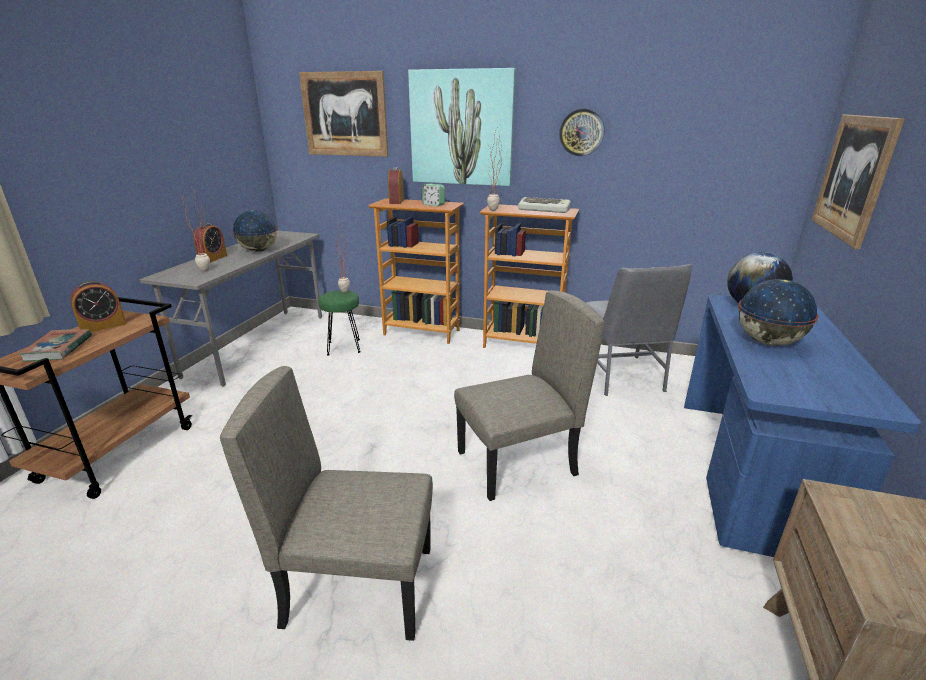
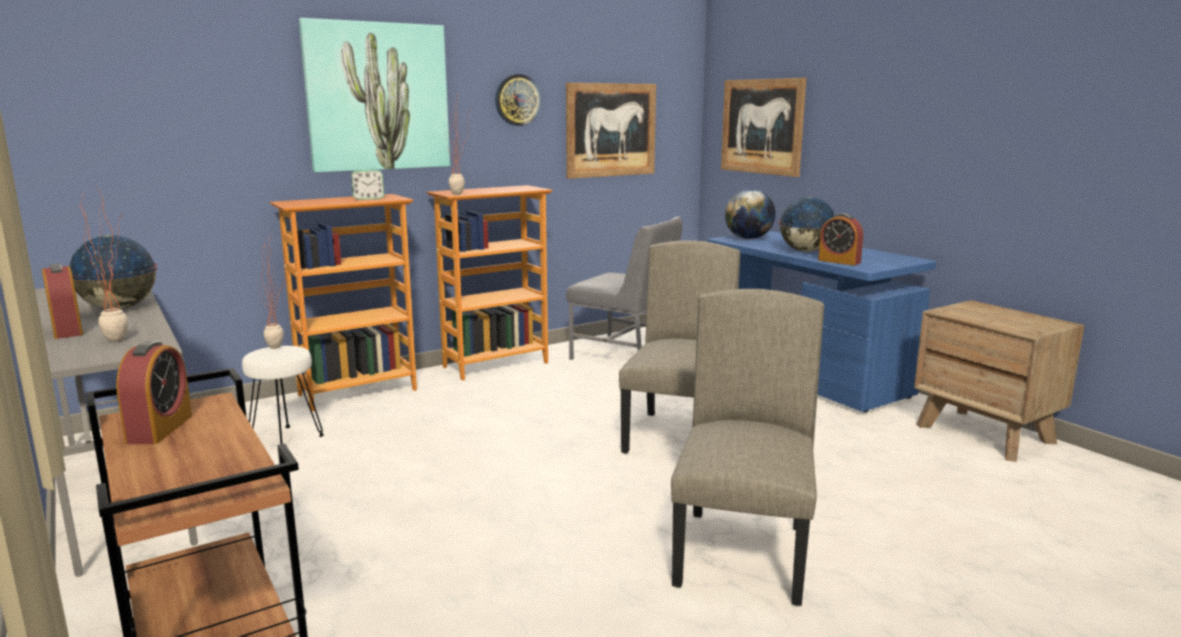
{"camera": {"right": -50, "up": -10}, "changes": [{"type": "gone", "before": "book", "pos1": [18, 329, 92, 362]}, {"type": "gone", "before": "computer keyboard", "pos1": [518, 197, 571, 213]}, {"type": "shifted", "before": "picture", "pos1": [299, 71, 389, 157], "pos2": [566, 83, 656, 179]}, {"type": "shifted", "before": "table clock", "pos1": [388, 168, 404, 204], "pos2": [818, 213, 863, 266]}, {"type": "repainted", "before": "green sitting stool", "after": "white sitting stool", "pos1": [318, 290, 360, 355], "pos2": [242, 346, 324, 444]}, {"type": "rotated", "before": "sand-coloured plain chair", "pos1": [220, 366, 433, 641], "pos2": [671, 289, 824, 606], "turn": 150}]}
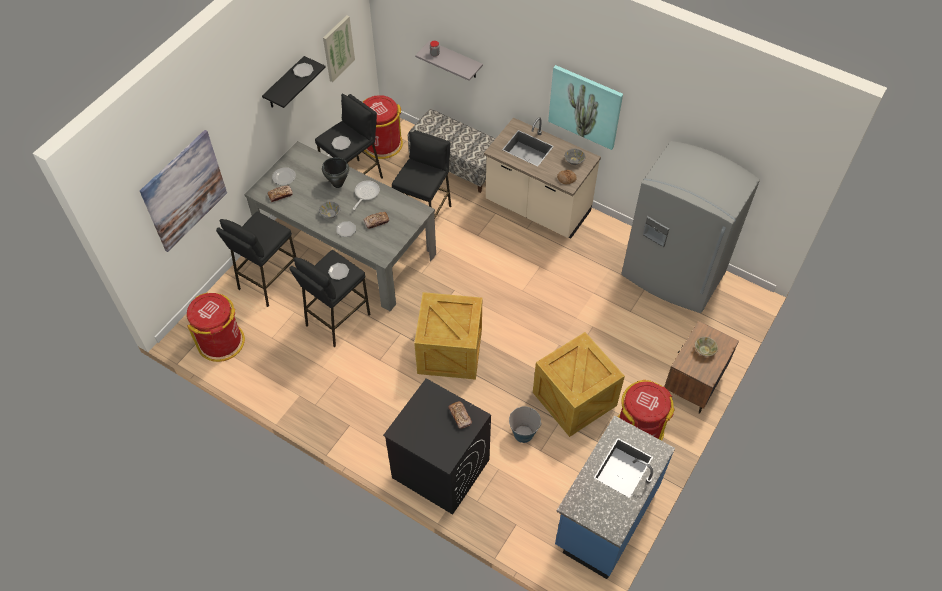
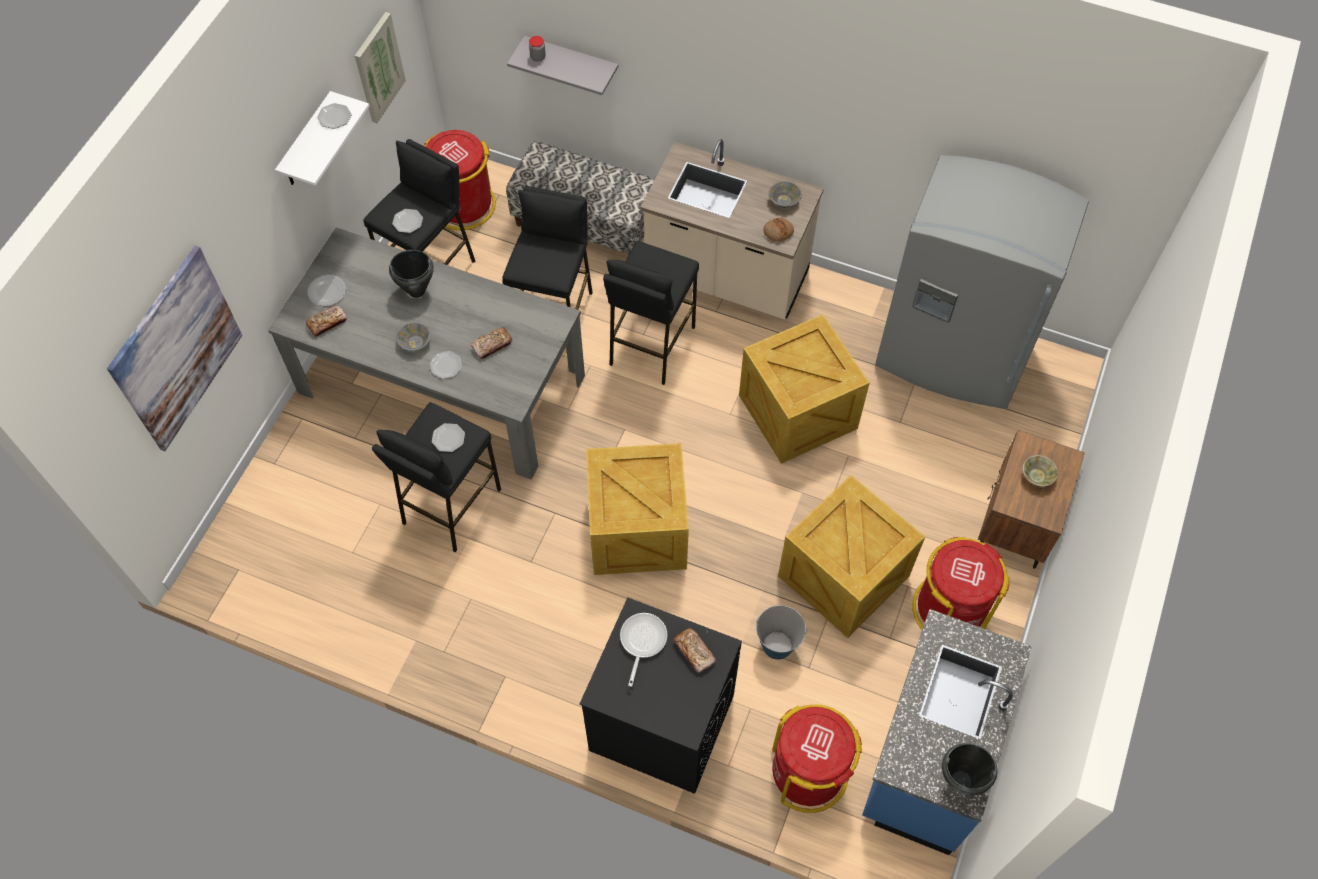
{"camera": {"right": -10, "up": 5}, "changes": [{"type": "gone", "before": "picture", "pos1": [548, 65, 623, 150]}, {"type": "new", "after": "shipping crate", "pos2": [739, 314, 870, 464]}, {"type": "new", "after": "black-coloured cooking pot", "pos2": [942, 743, 997, 795]}, {"type": "shifted", "before": "reddish rubbish bin", "pos1": [187, 292, 245, 362], "pos2": [772, 704, 862, 813]}, {"type": "shifted", "before": "black-coloured sitting stool", "pos1": [216, 211, 296, 307], "pos2": [603, 241, 699, 385]}, {"type": "shifted", "before": "skillet", "pos1": [353, 180, 380, 210], "pos2": [620, 613, 667, 687]}, {"type": "repainted", "before": "black-coloured bracket shelf", "after": "white bracket shelf", "pos1": [262, 56, 326, 108], "pos2": [275, 91, 370, 186]}]}
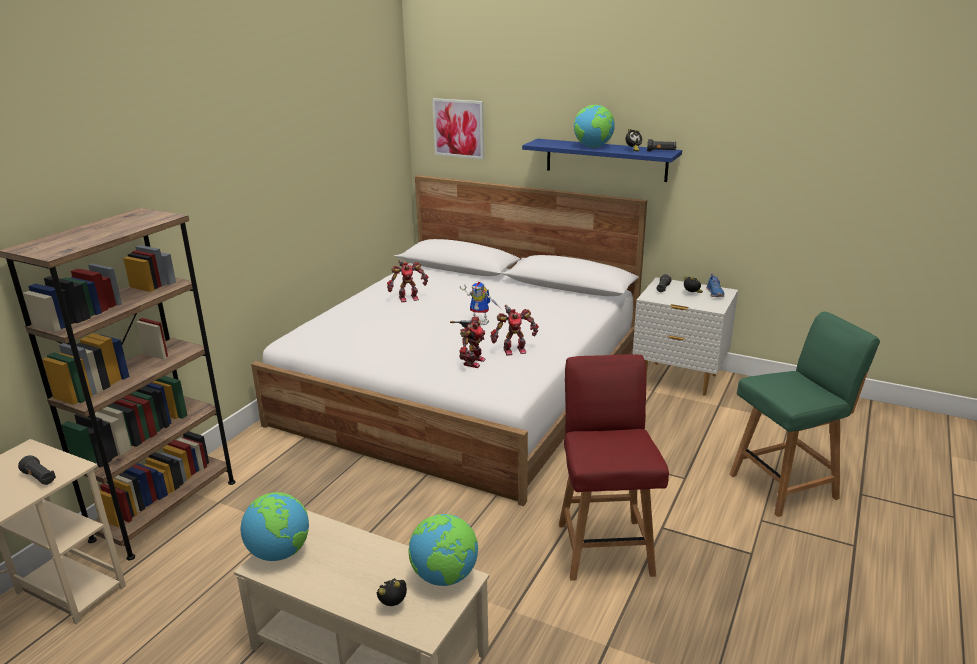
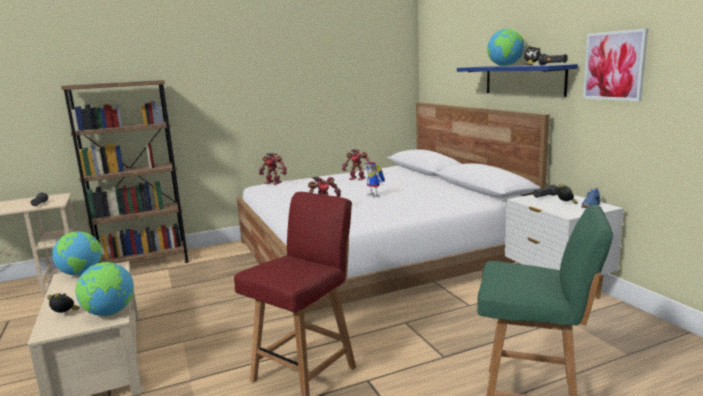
{"camera": {"right": 40, "up": -10}, "changes": [{"type": "shifted", "before": "picture", "pos1": [432, 98, 484, 159], "pos2": [583, 28, 648, 101]}, {"type": "shifted", "before": "model robot", "pos1": [491, 305, 539, 356], "pos2": [259, 153, 287, 185]}]}
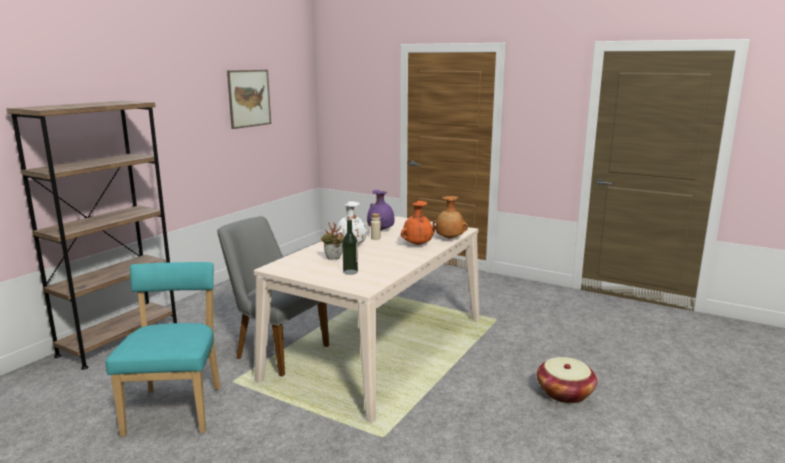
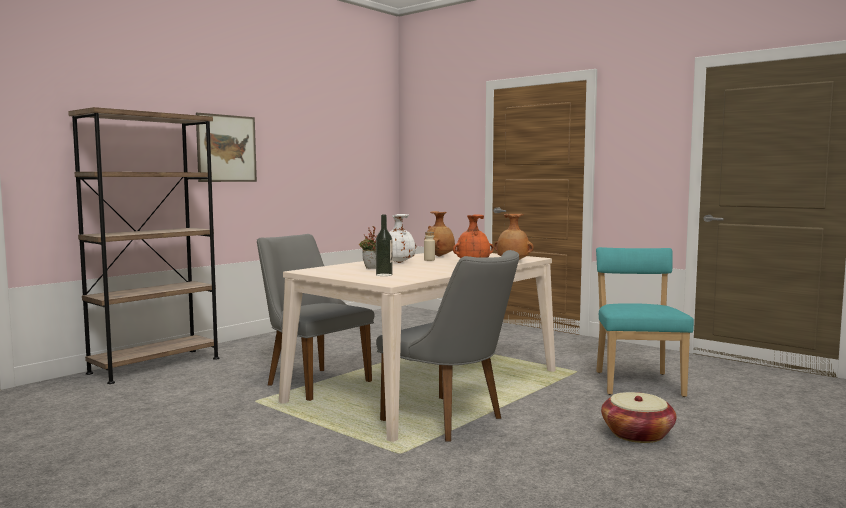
{"camera": {"right": 10, "up": -10}, "changes": [{"type": "new", "after": "grey plain chair", "pos2": [376, 250, 519, 441]}, {"type": "shifted", "before": "turquoise plain chair", "pos1": [105, 262, 221, 437], "pos2": [596, 247, 694, 397]}, {"type": "shifted", "before": "picture", "pos1": [227, 70, 271, 129], "pos2": [196, 113, 257, 182]}, {"type": "repainted", "before": "purple vase", "after": "brown-coloured vase", "pos1": [367, 190, 395, 230], "pos2": [425, 211, 455, 257]}]}
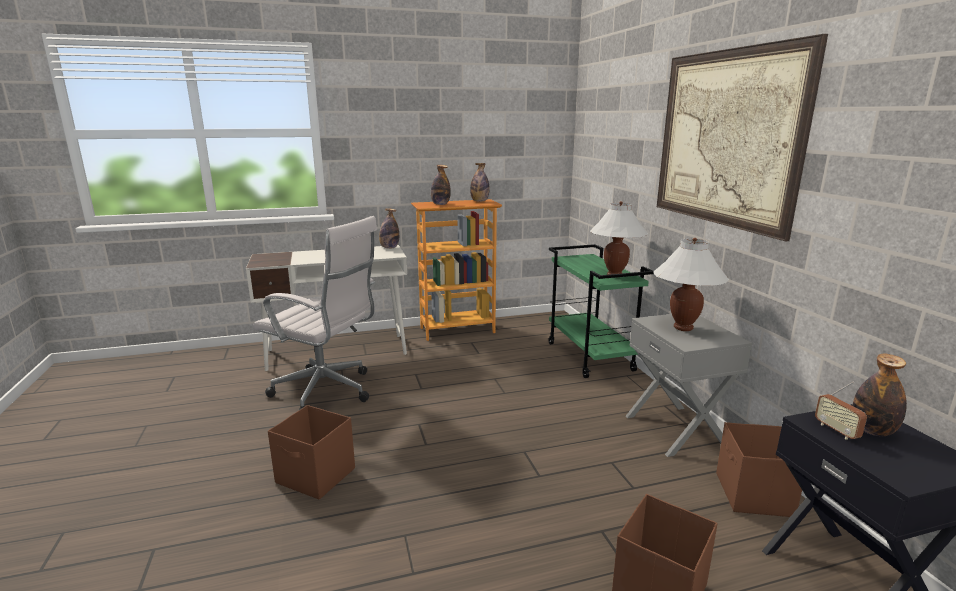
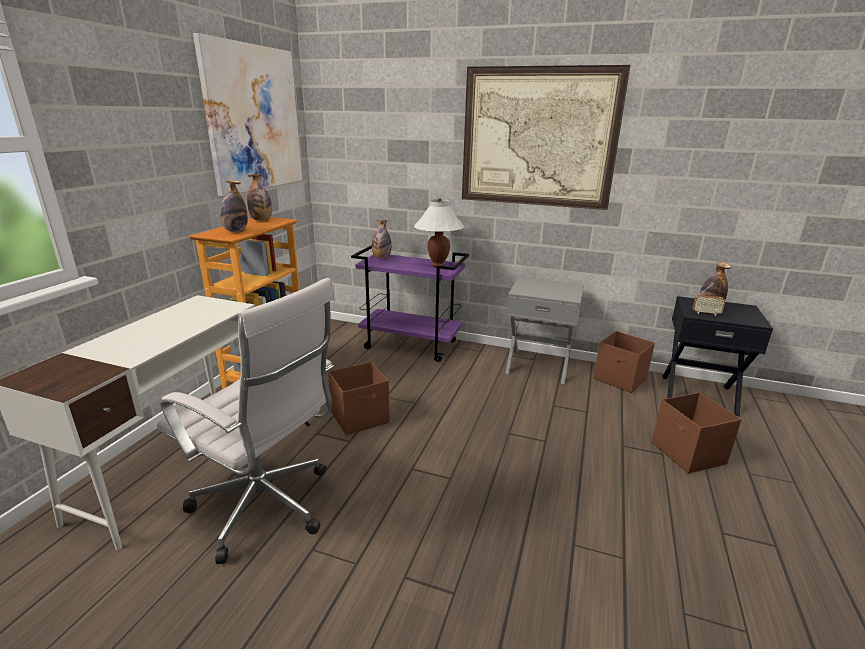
{"camera": {"right": -55, "up": 5}, "changes": [{"type": "gone", "before": "white lamp for a table", "pos1": [653, 238, 729, 331]}, {"type": "new", "after": "picture", "pos2": [193, 33, 302, 196]}, {"type": "shifted", "before": "brown-coloured storage container", "pos1": [268, 405, 355, 500], "pos2": [328, 362, 390, 435]}, {"type": "shifted", "before": "beverage bottle", "pos1": [379, 208, 399, 249], "pos2": [372, 220, 392, 258]}, {"type": "repainted", "before": "green cart", "after": "purple cart", "pos1": [548, 244, 654, 378], "pos2": [351, 245, 469, 362]}, {"type": "rotated", "before": "white office chair", "pos1": [253, 216, 377, 410], "pos2": [157, 278, 334, 564], "turn": 60}]}
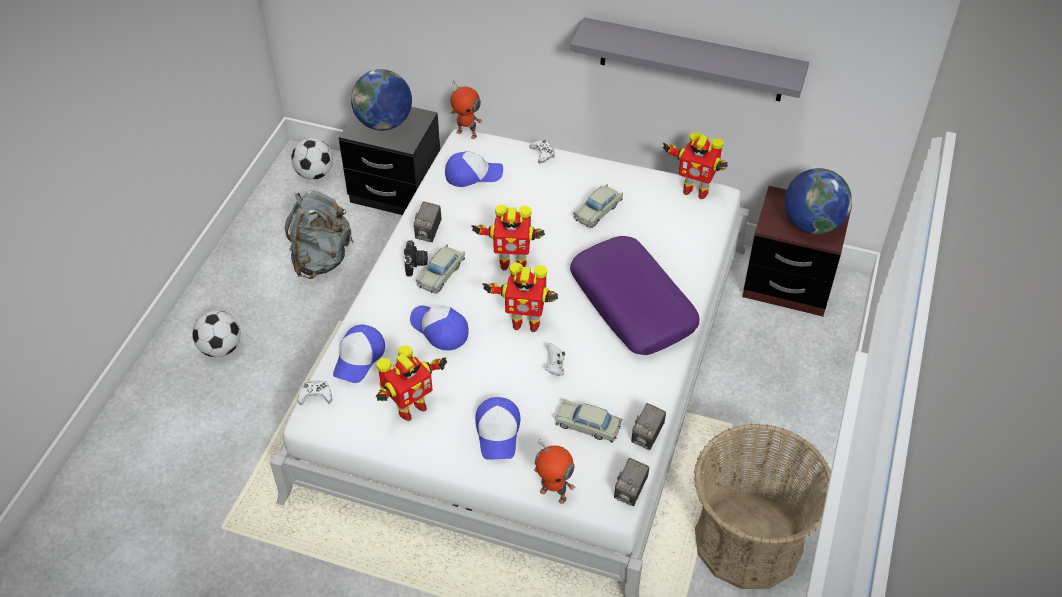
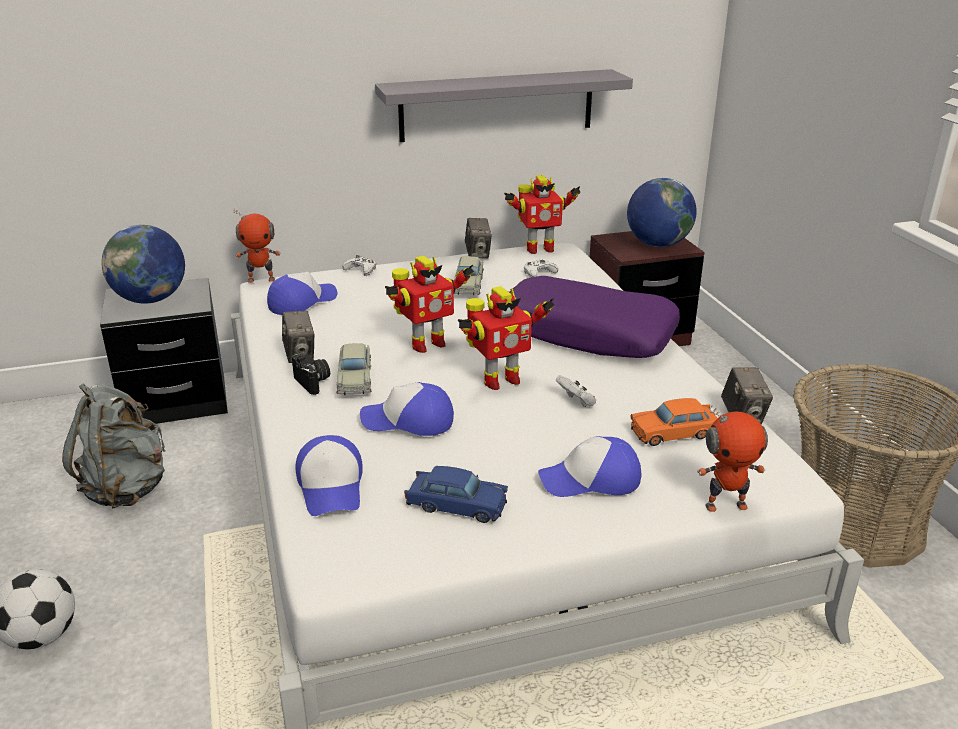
{"camera": {"right": -35, "up": -20}, "changes": [{"type": "gone", "before": "ball for football", "pos1": [291, 138, 333, 180]}, {"type": "shifted", "before": "white joypad", "pos1": [298, 381, 332, 405], "pos2": [524, 260, 558, 278]}, {"type": "shifted", "before": "still camera", "pos1": [614, 458, 649, 506], "pos2": [465, 218, 492, 259]}, {"type": "swapped", "before": "model robot", "after": "bluish miniature car", "pos1": [376, 345, 448, 421], "pos2": [404, 466, 508, 523]}, {"type": "repainted", "before": "sand-coloured miniature car", "after": "orange miniature car", "pos1": [555, 400, 622, 442], "pos2": [631, 398, 717, 446]}, {"type": "rotated", "before": "baseball cap", "pos1": [475, 397, 520, 460], "pos2": [538, 436, 641, 497], "turn": 120}]}
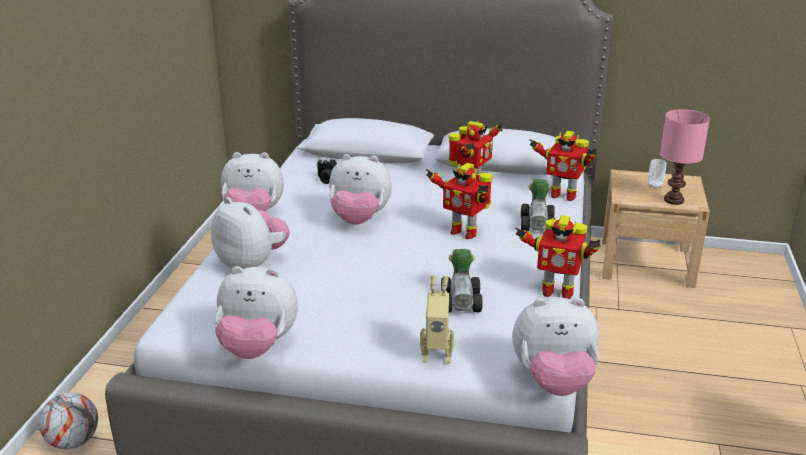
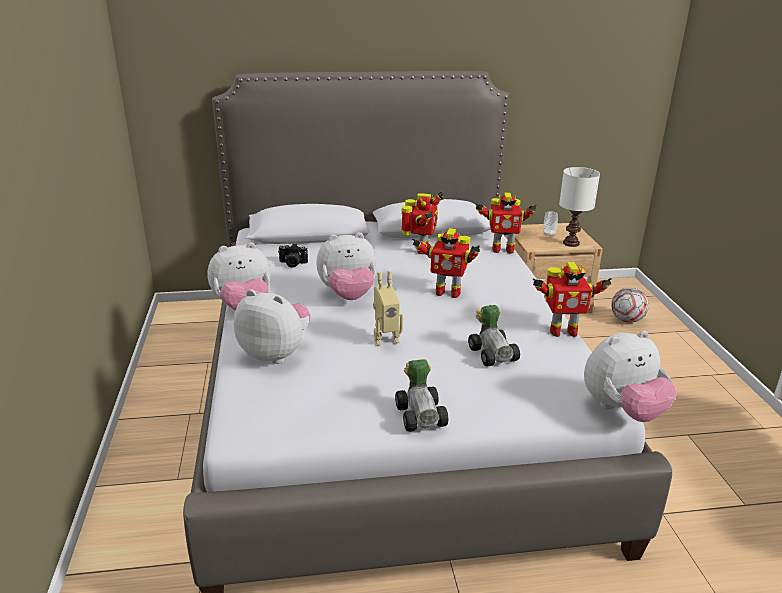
{"camera": {"right": -20, "up": 0}, "changes": [{"type": "gone", "before": "plush toy", "pos1": [214, 266, 298, 359]}, {"type": "shifted", "before": "ball for football", "pos1": [39, 393, 98, 449], "pos2": [611, 287, 649, 323]}, {"type": "shifted", "before": "model robot", "pos1": [420, 275, 454, 363], "pos2": [373, 271, 403, 346]}, {"type": "shifted", "before": "miniature car", "pos1": [521, 179, 556, 231], "pos2": [395, 359, 448, 432]}, {"type": "repainted", "before": "pink lamp for a table", "after": "white lamp for a table", "pos1": [660, 109, 710, 205], "pos2": [559, 167, 600, 247]}]}
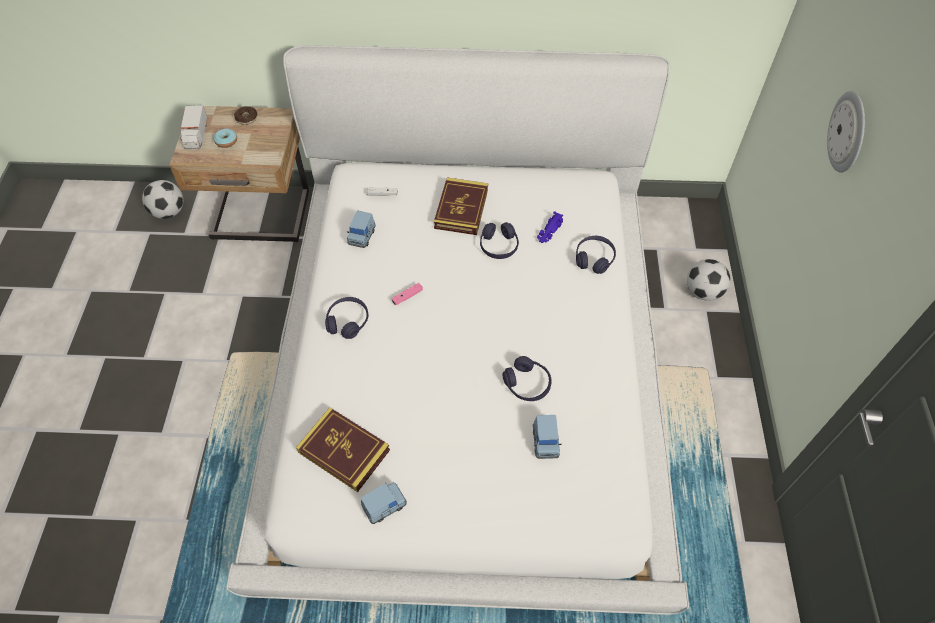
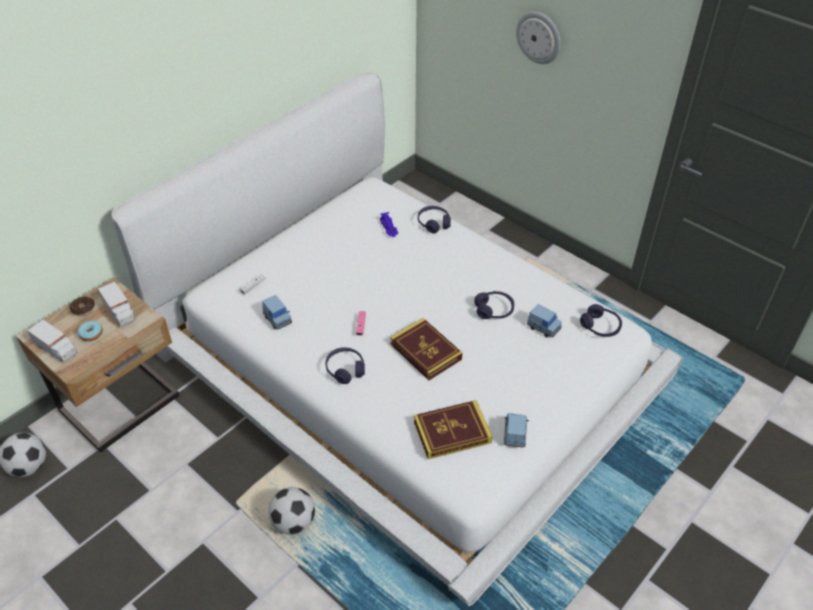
{"camera": {"right": -50, "up": -10}, "changes": [{"type": "new", "after": "model truck", "pos2": [98, 282, 135, 327]}, {"type": "shifted", "before": "book", "pos1": [434, 178, 488, 235], "pos2": [390, 318, 462, 380]}, {"type": "shifted", "before": "purple pair of headphones", "pos1": [480, 222, 519, 259], "pos2": [580, 304, 622, 337]}, {"type": "shifted", "before": "ball for football", "pos1": [687, 259, 730, 301], "pos2": [268, 487, 315, 535]}]}
